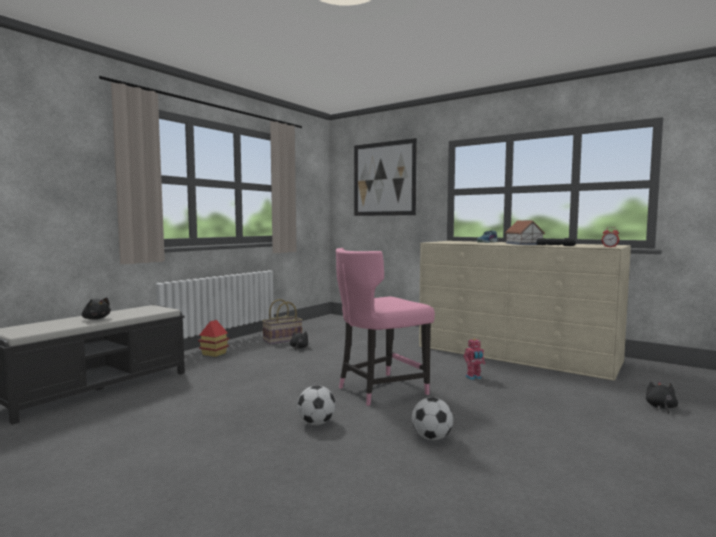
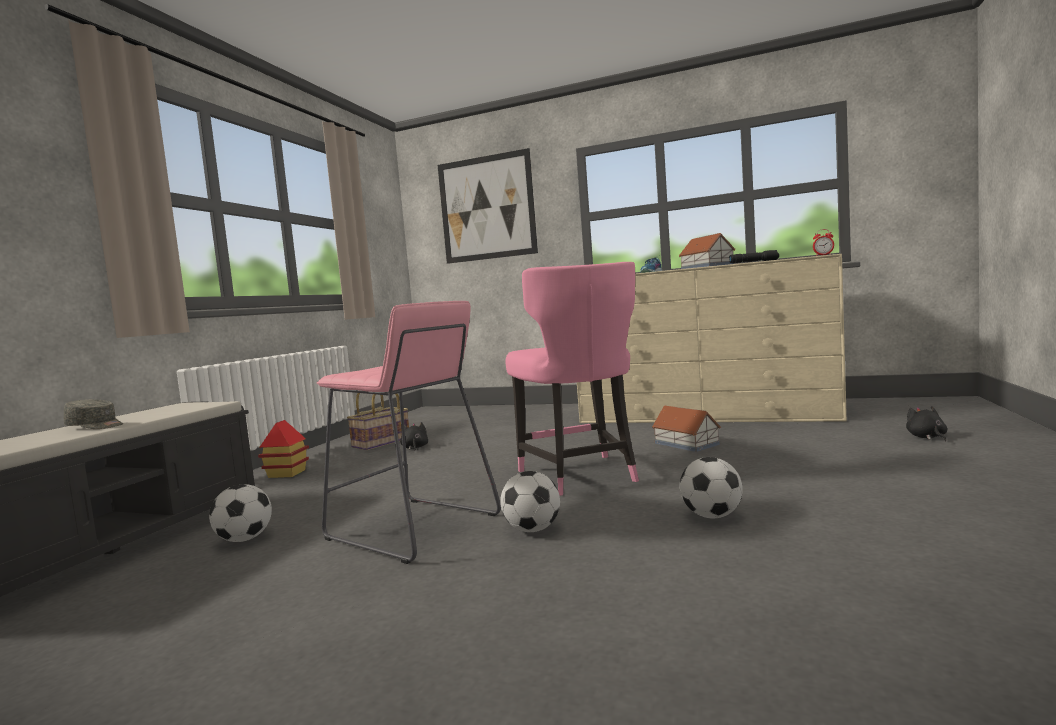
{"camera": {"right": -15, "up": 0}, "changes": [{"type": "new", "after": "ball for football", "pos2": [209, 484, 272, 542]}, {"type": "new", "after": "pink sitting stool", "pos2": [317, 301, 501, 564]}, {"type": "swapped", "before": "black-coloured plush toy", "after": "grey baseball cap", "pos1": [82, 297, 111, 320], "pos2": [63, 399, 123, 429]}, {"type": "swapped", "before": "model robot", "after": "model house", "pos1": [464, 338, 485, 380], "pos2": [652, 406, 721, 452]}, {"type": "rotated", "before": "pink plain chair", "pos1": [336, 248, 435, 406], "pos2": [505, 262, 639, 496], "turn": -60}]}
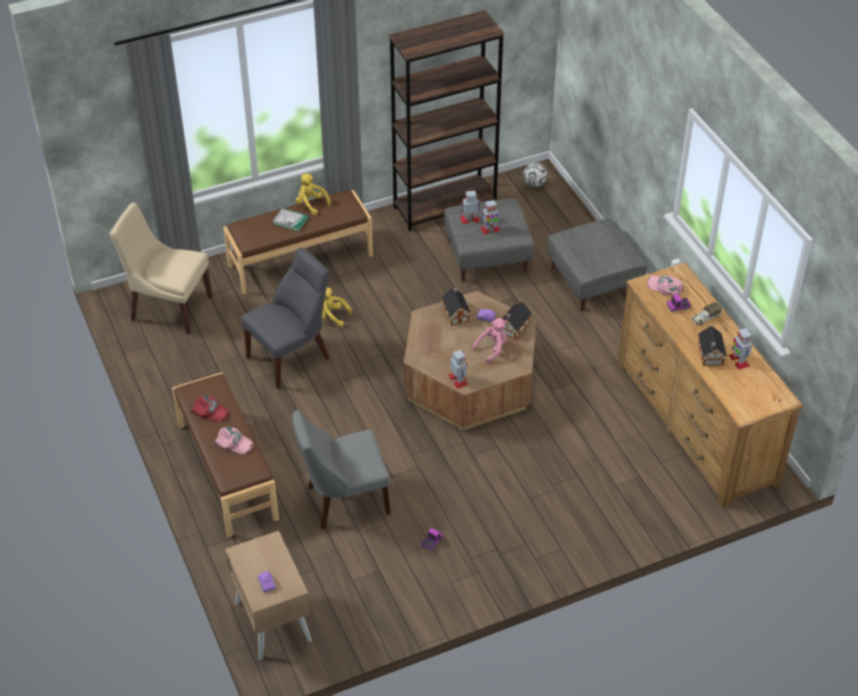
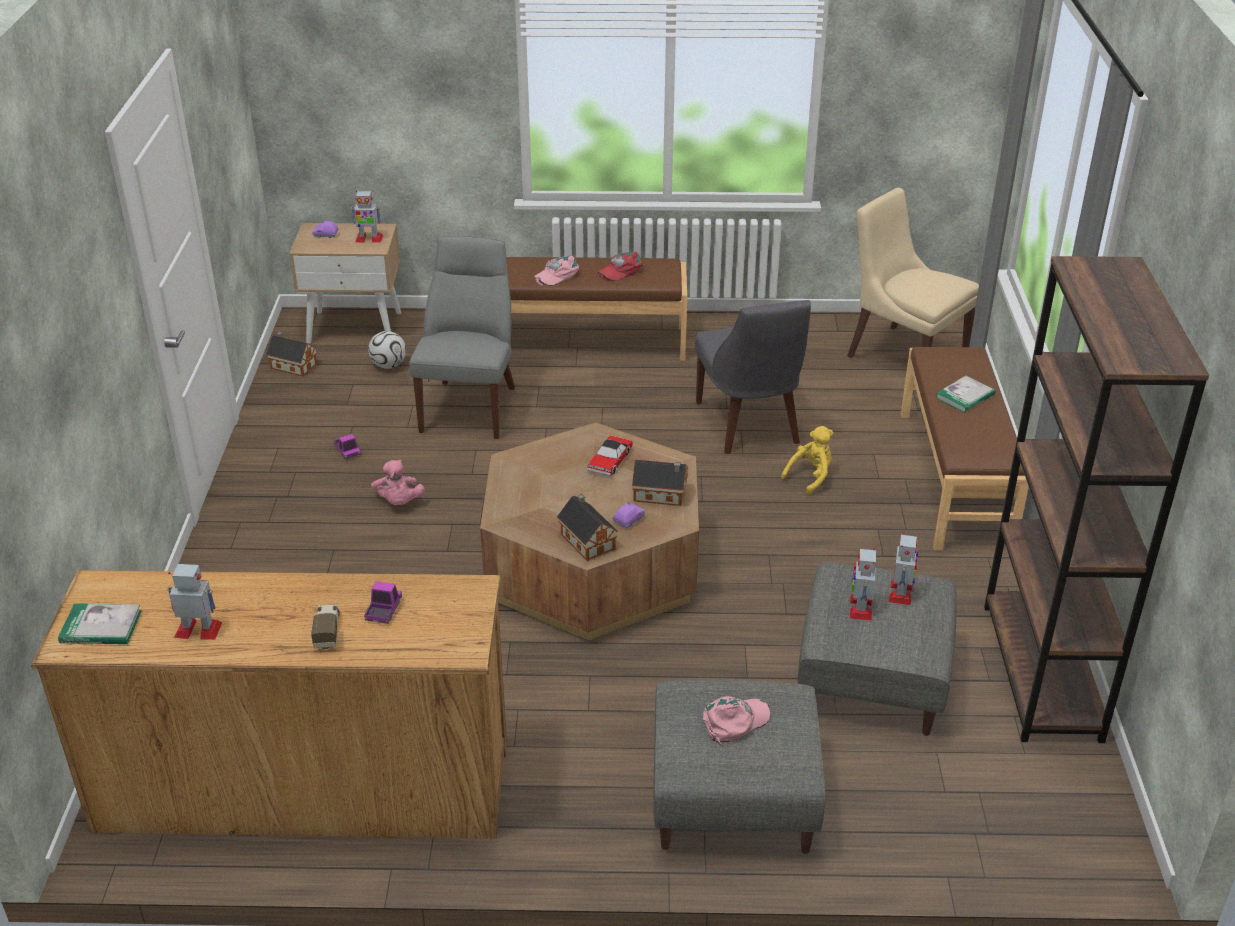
{"camera": {"right": 115, "up": -10}, "changes": [{"type": "gone", "before": "yellow-coloured plush toy", "pos1": [295, 174, 331, 215]}, {"type": "new", "after": "book", "pos2": [58, 604, 141, 644]}, {"type": "new", "after": "miniature car", "pos2": [587, 436, 633, 477]}, {"type": "shifted", "before": "model robot", "pos1": [449, 350, 468, 389], "pos2": [351, 191, 383, 243]}, {"type": "shifted", "before": "pink plush toy", "pos1": [472, 318, 508, 363], "pos2": [371, 460, 425, 505]}, {"type": "shifted", "before": "ball for football", "pos1": [523, 163, 547, 187], "pos2": [368, 331, 406, 369]}, {"type": "shifted", "before": "pink baseball cap", "pos1": [646, 275, 685, 295], "pos2": [703, 696, 770, 746]}, {"type": "shifted", "before": "model house", "pos1": [698, 326, 727, 366], "pos2": [266, 332, 317, 377]}, {"type": "rotated", "before": "sand-coloured plain chair", "pos1": [110, 203, 213, 335], "pos2": [847, 188, 979, 358], "turn": -90}]}
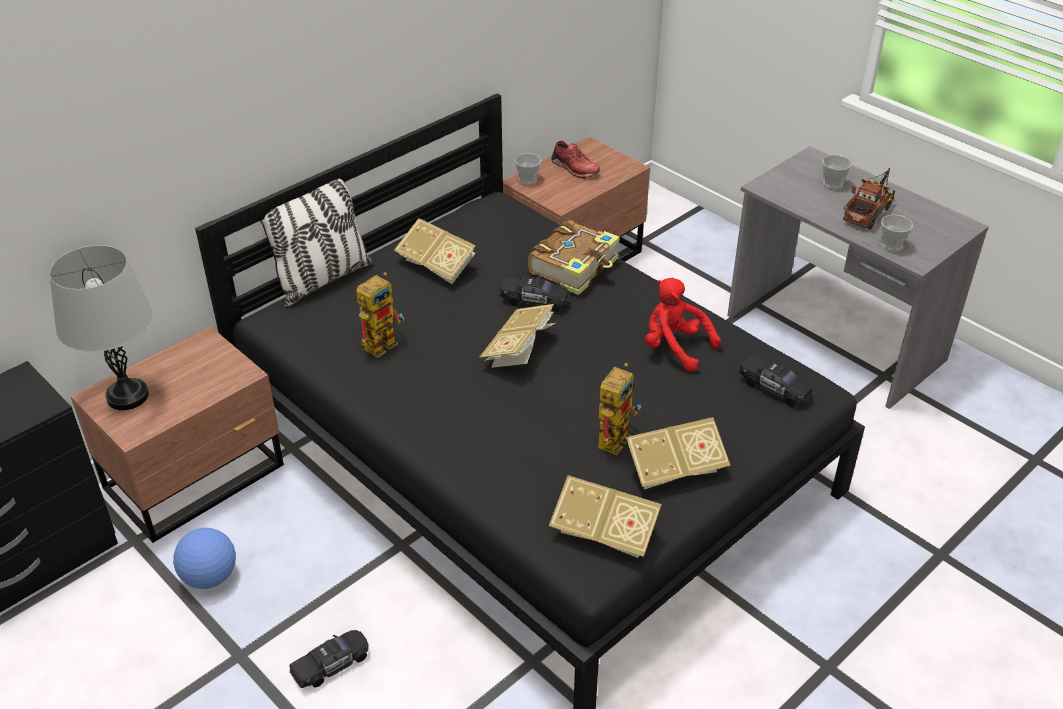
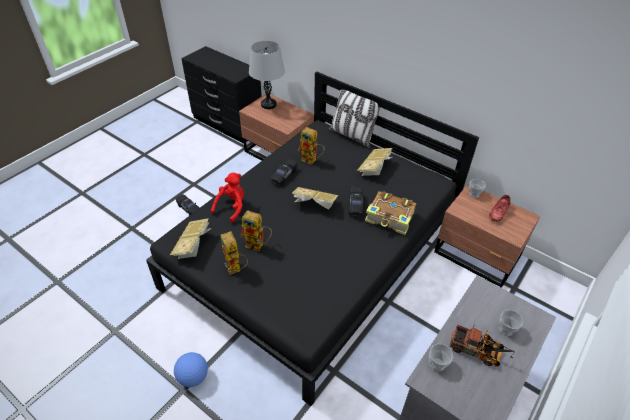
{"camera": {"right": 80, "up": 5}, "changes": [{"type": "shifted", "before": "ball for football", "pos1": [173, 528, 236, 589], "pos2": [174, 352, 208, 387]}, {"type": "shifted", "before": "reddish plush toy", "pos1": [645, 278, 721, 372], "pos2": [211, 173, 244, 223]}, {"type": "shifted", "before": "black-coloured miniature car", "pos1": [739, 354, 812, 407], "pos2": [271, 159, 298, 185]}, {"type": "swapped", "before": "book", "after": "model robot", "pos1": [626, 417, 731, 490], "pos2": [221, 231, 248, 275]}]}
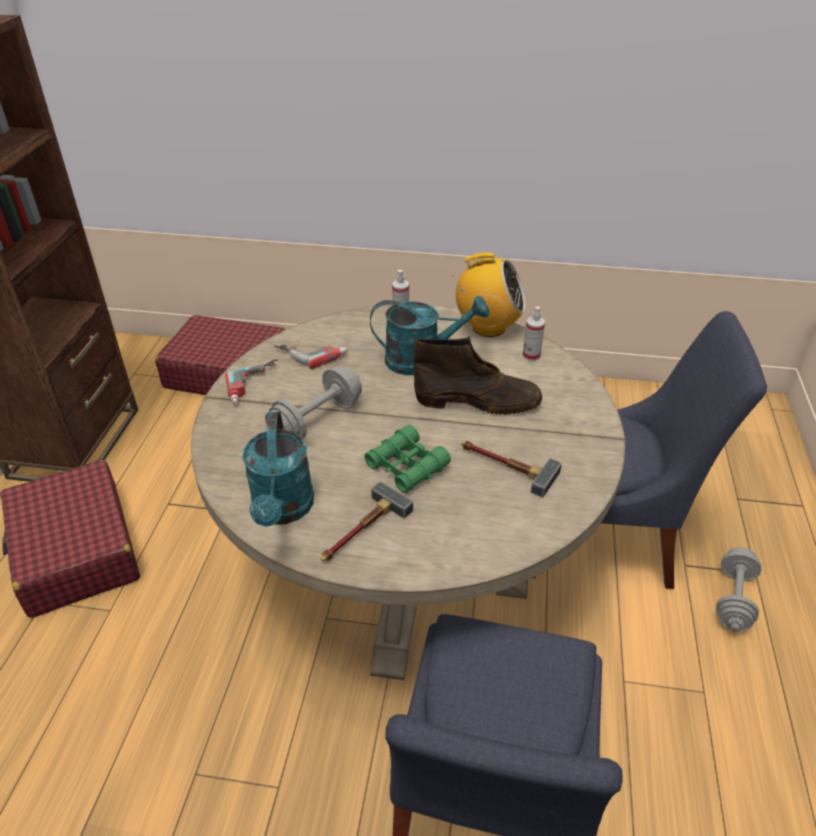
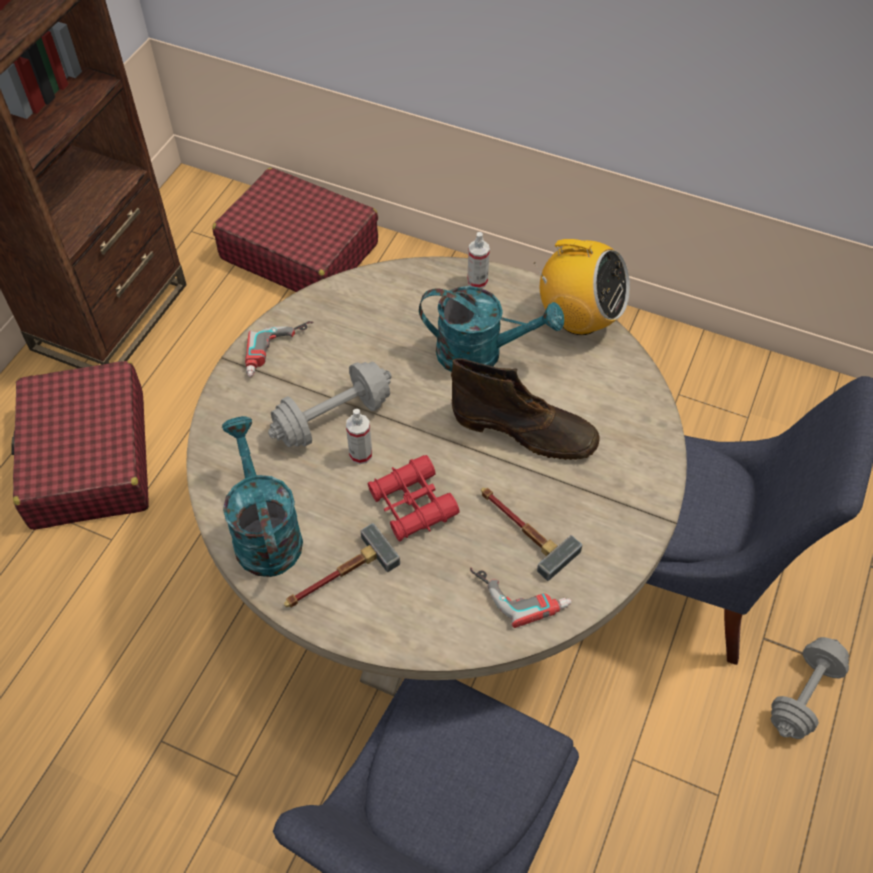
{"camera": {"right": 15, "up": 15}, "changes": [{"type": "shifted", "before": "electric drill", "pos1": [274, 345, 348, 369], "pos2": [470, 568, 572, 628]}, {"type": "shifted", "before": "sprayer", "pos1": [523, 306, 545, 361], "pos2": [346, 409, 372, 464]}, {"type": "repainted", "before": "green pair of binoculars", "after": "reddish pair of binoculars", "pos1": [364, 425, 451, 493], "pos2": [368, 455, 459, 542]}, {"type": "rotated", "before": "turquoise sprinkling can", "pos1": [242, 412, 314, 527], "pos2": [222, 416, 303, 577], "turn": 150}]}
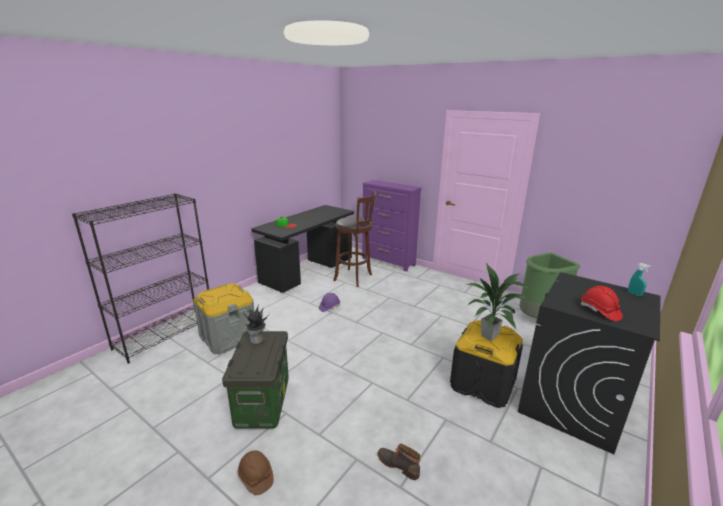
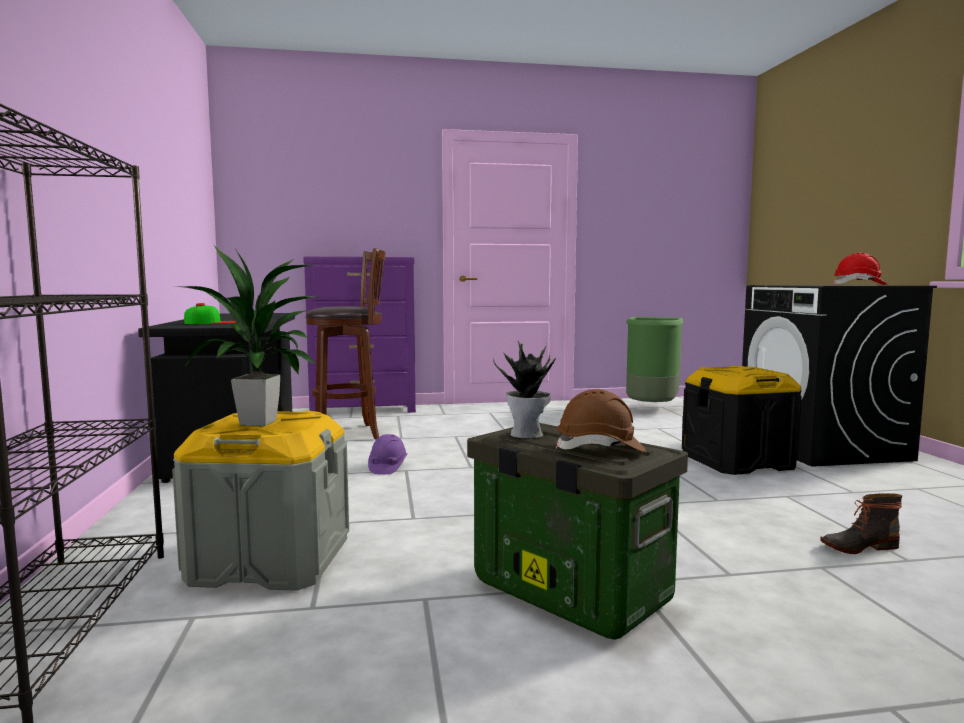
{"camera": {"right": -45, "up": -15}, "changes": [{"type": "gone", "before": "turquoise sprayer", "pos1": [628, 263, 650, 296]}, {"type": "shifted", "before": "brown-coloured work helmet", "pos1": [237, 450, 274, 495], "pos2": [556, 389, 646, 452]}, {"type": "shifted", "before": "potted plant", "pos1": [466, 263, 527, 341], "pos2": [174, 247, 320, 426]}]}
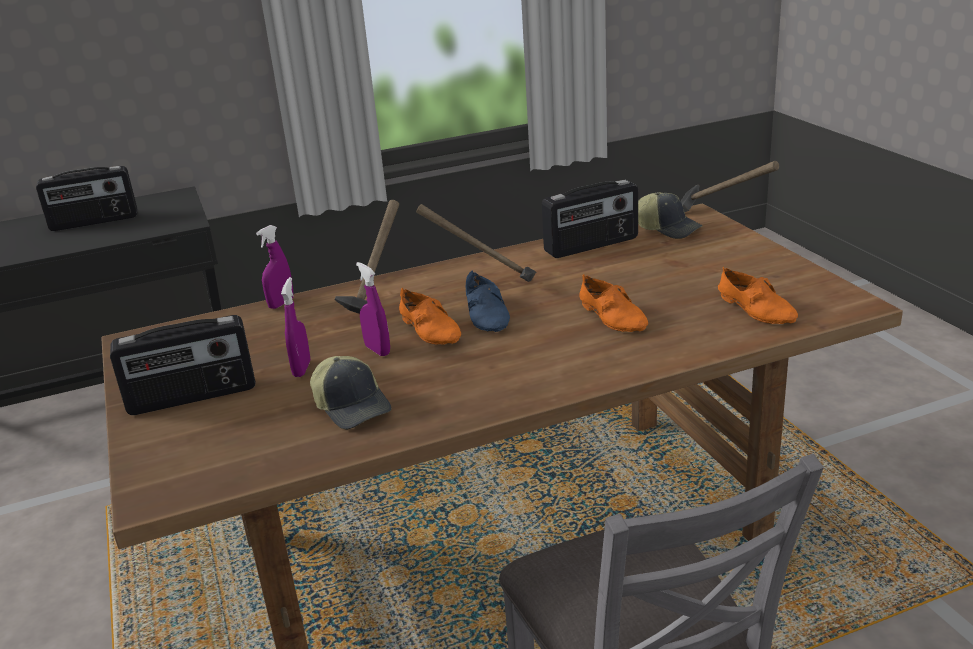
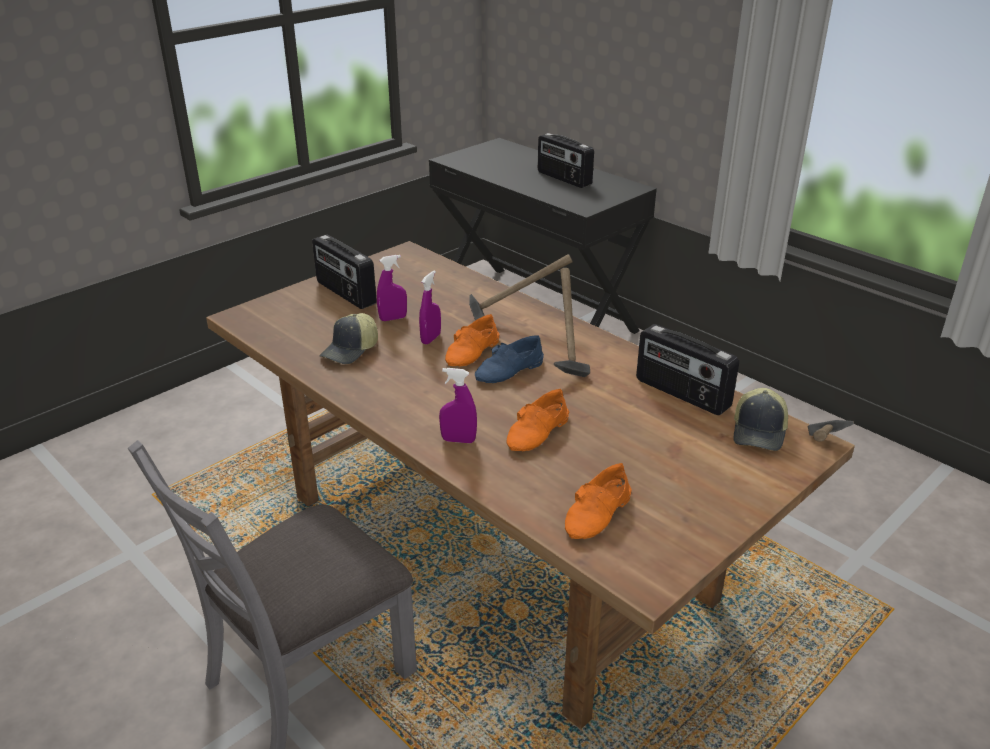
{"camera": {"right": 65, "up": 5}, "changes": [{"type": "shifted", "before": "purple sprayer", "pos1": [256, 225, 293, 309], "pos2": [439, 368, 477, 443]}]}
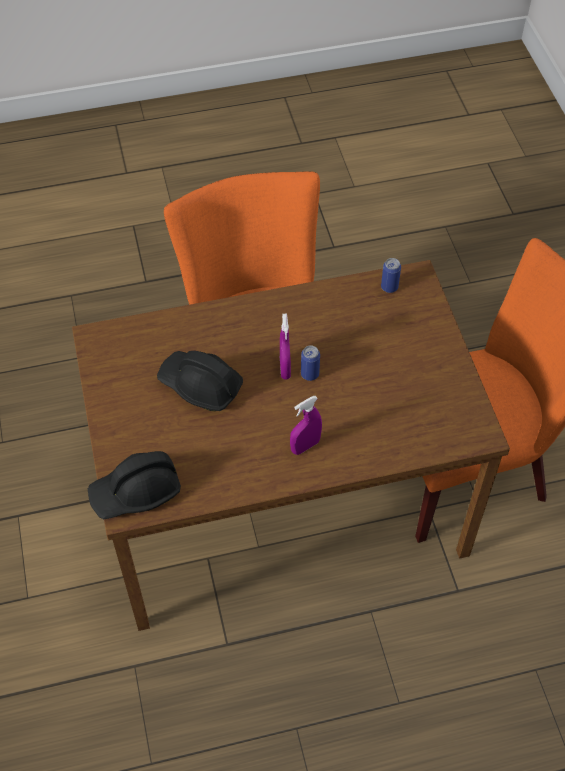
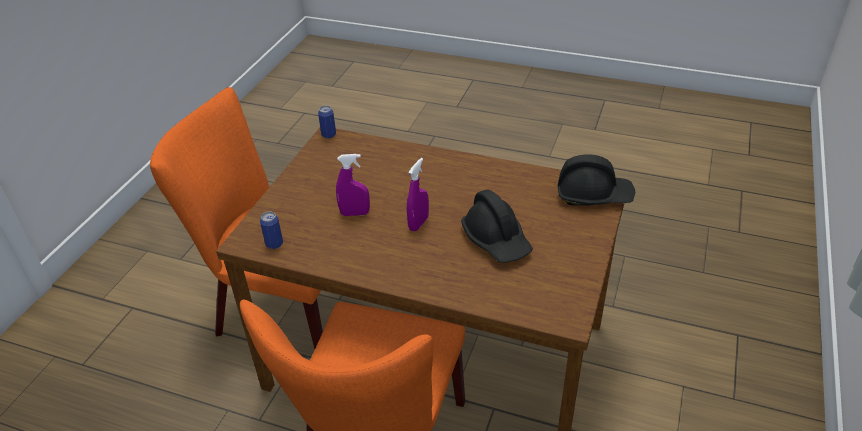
{"camera": {"right": -145, "up": -15}, "changes": [{"type": "shifted", "before": "purple sprayer", "pos1": [290, 396, 322, 455], "pos2": [336, 154, 370, 216]}, {"type": "shifted", "before": "sealed can", "pos1": [301, 345, 320, 381], "pos2": [318, 106, 336, 138]}]}
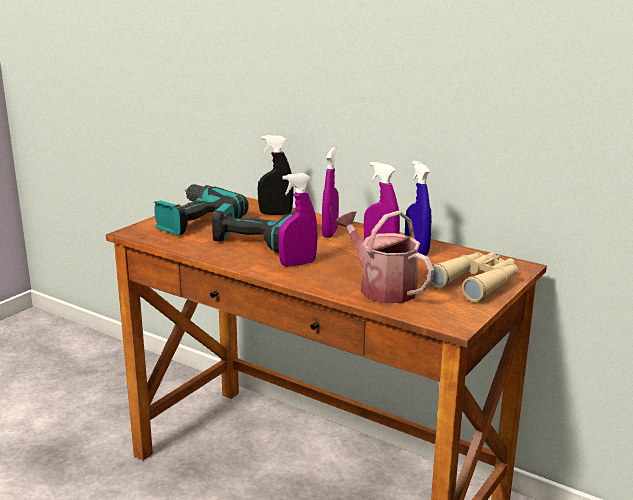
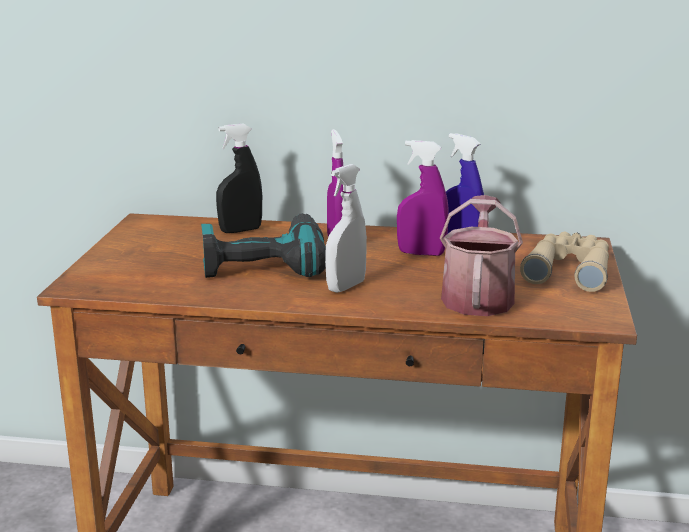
{"camera": {"right": -25, "up": 0}, "changes": [{"type": "gone", "before": "electric drill", "pos1": [154, 184, 249, 236]}, {"type": "repainted", "before": "purple sprayer", "after": "white sprayer", "pos1": [278, 173, 318, 267], "pos2": [325, 164, 367, 293]}, {"type": "rotated", "before": "sprinkling can", "pos1": [335, 211, 434, 303], "pos2": [440, 195, 523, 316], "turn": 75}]}
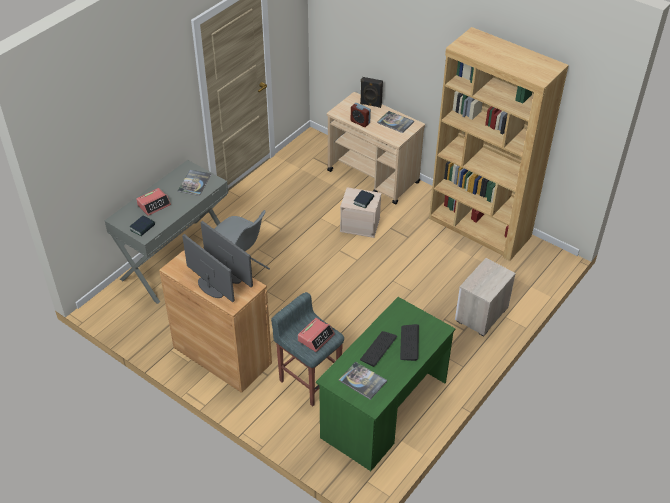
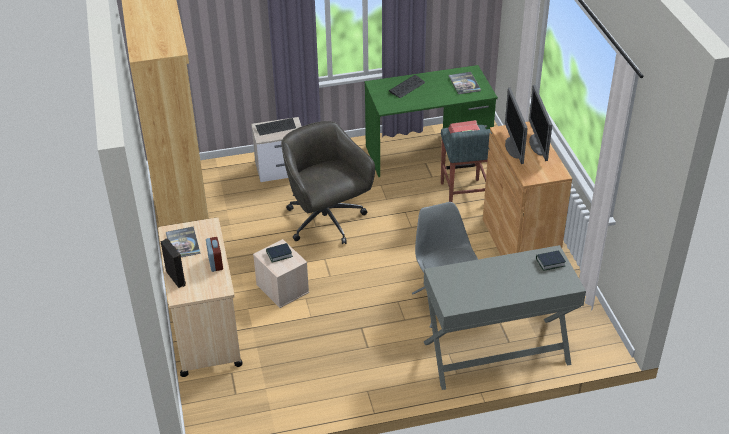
{"camera": {"right": -140, "up": -5}, "changes": [{"type": "gone", "before": "table clock", "pos1": [136, 188, 171, 216]}, {"type": "gone", "before": "book", "pos1": [177, 170, 211, 196]}, {"type": "new", "after": "grey office chair", "pos2": [281, 121, 375, 244]}, {"type": "shifted", "before": "computer keyboard", "pos1": [360, 331, 397, 367], "pos2": [255, 118, 296, 136]}]}
